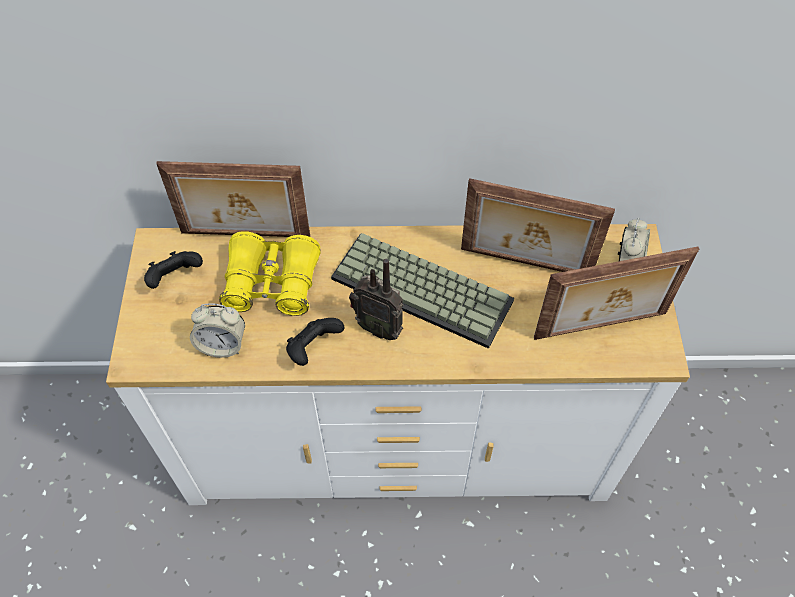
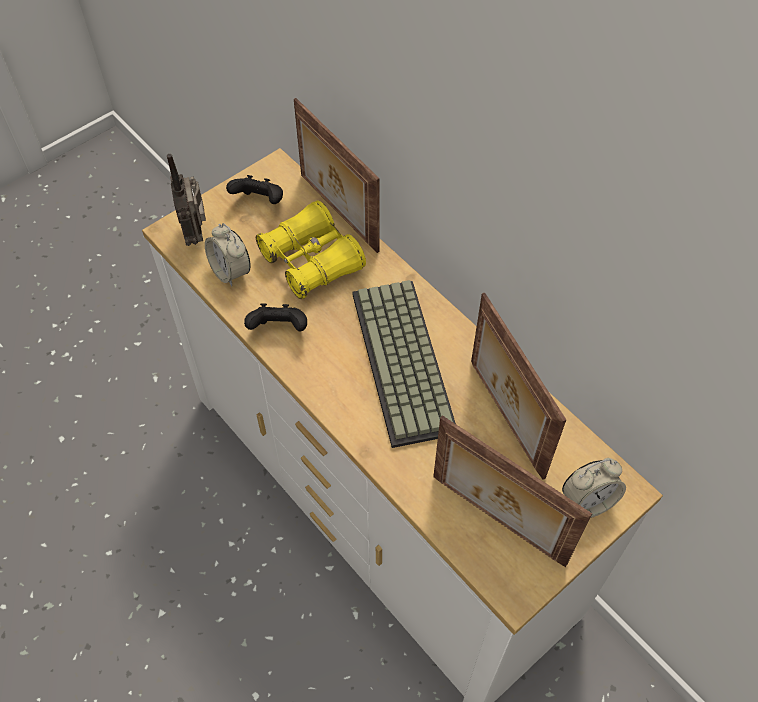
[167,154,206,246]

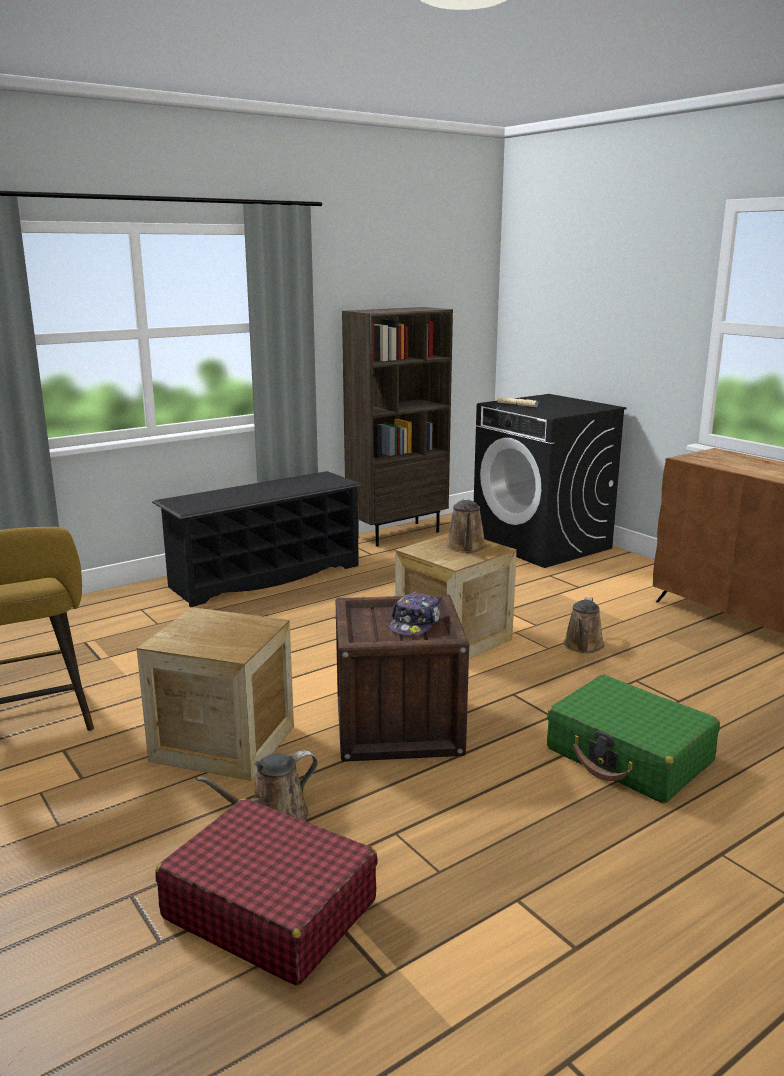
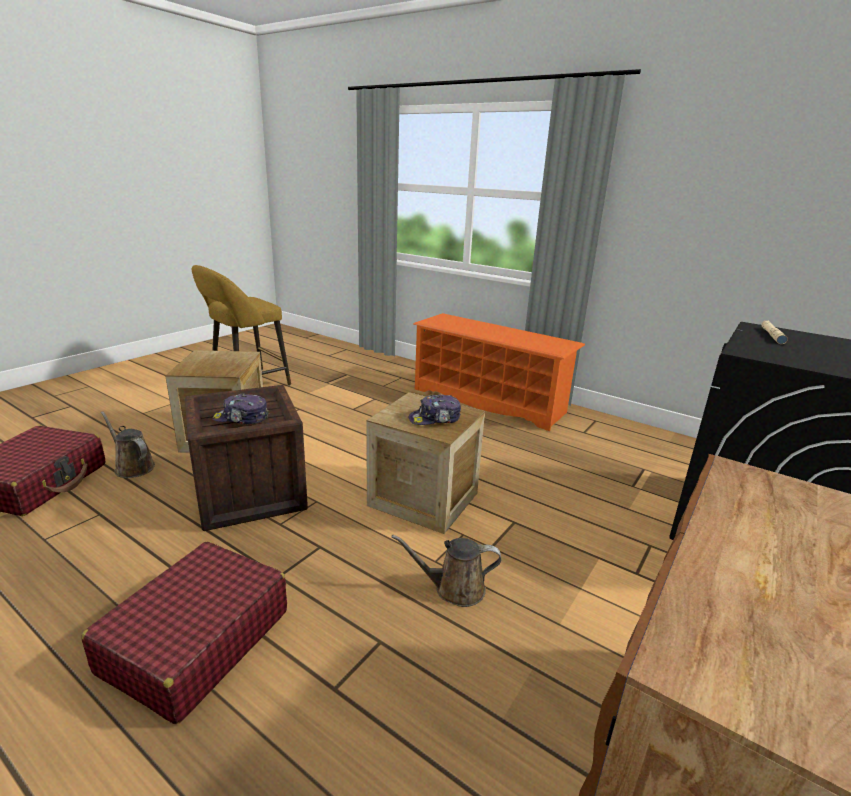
[413,313,585,431]
[342,307,453,547] (first image)
[408,394,461,425]
[81,541,287,724]

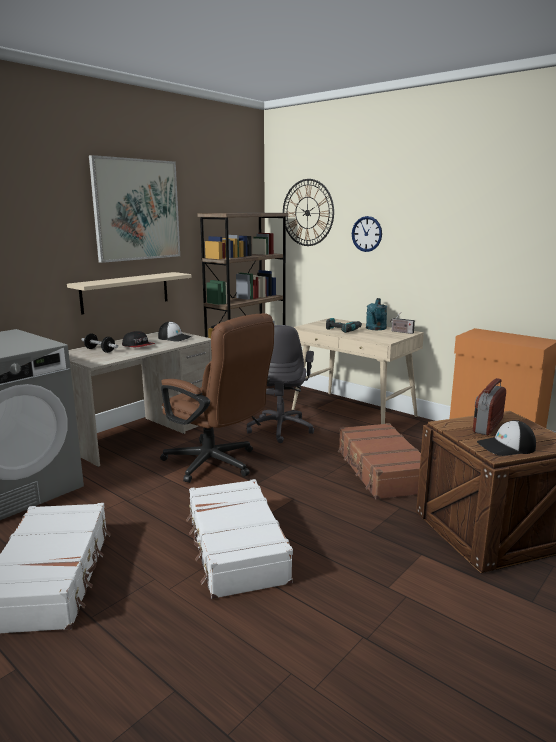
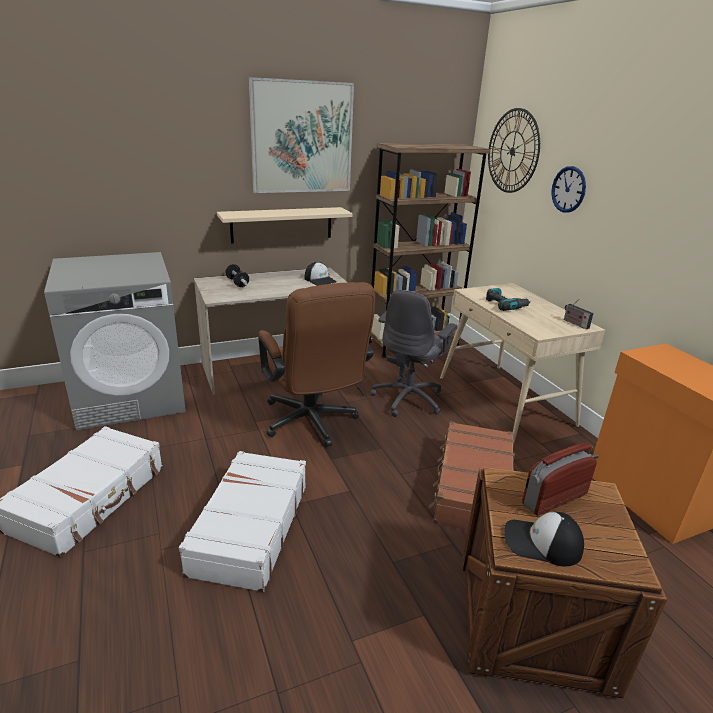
[122,331,155,347] (first image)
[366,298,387,330] (first image)

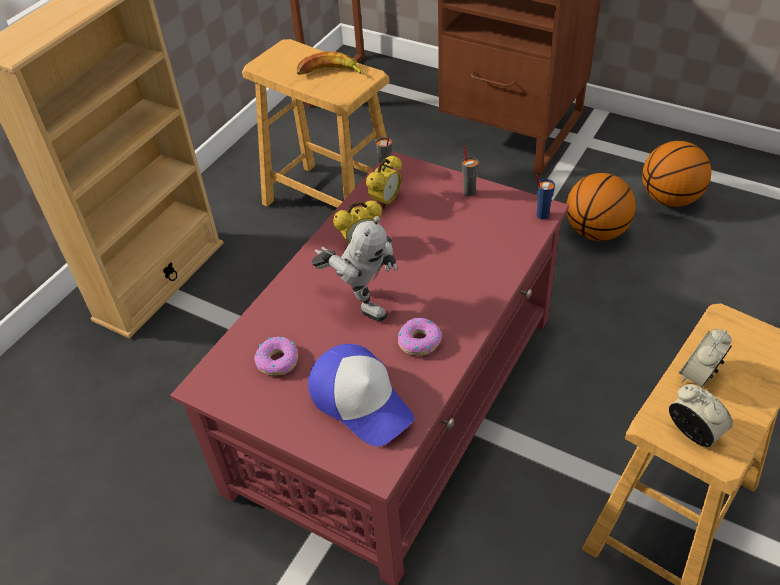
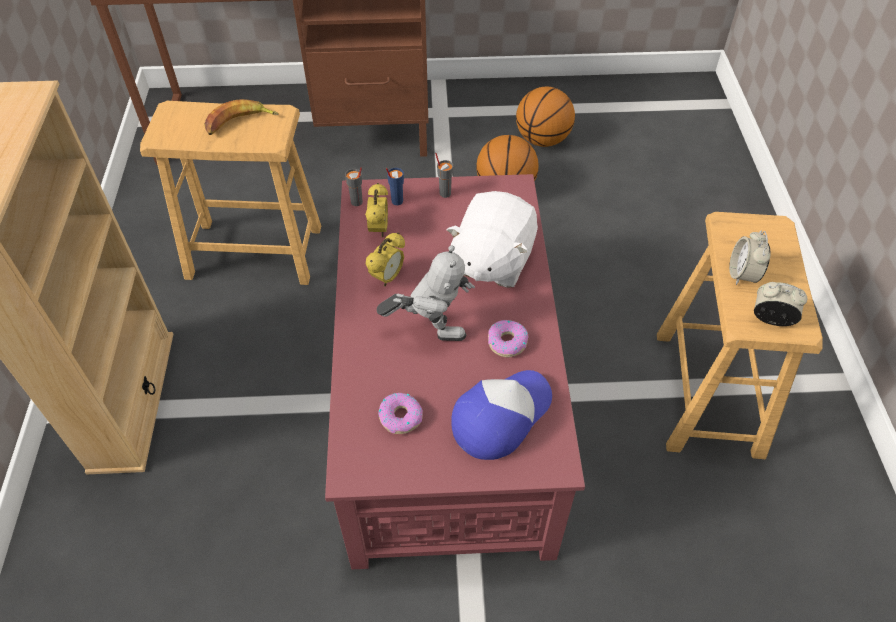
[451,370,552,460]
[386,168,404,205]
[446,191,538,288]

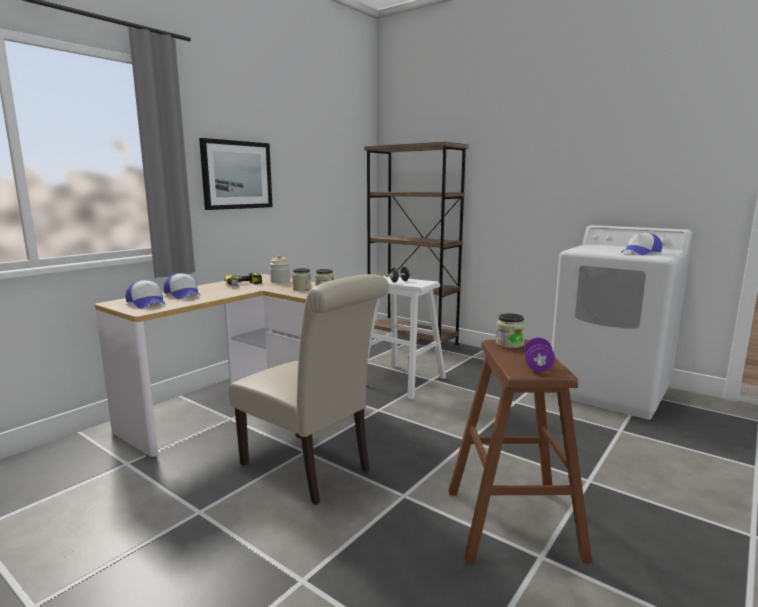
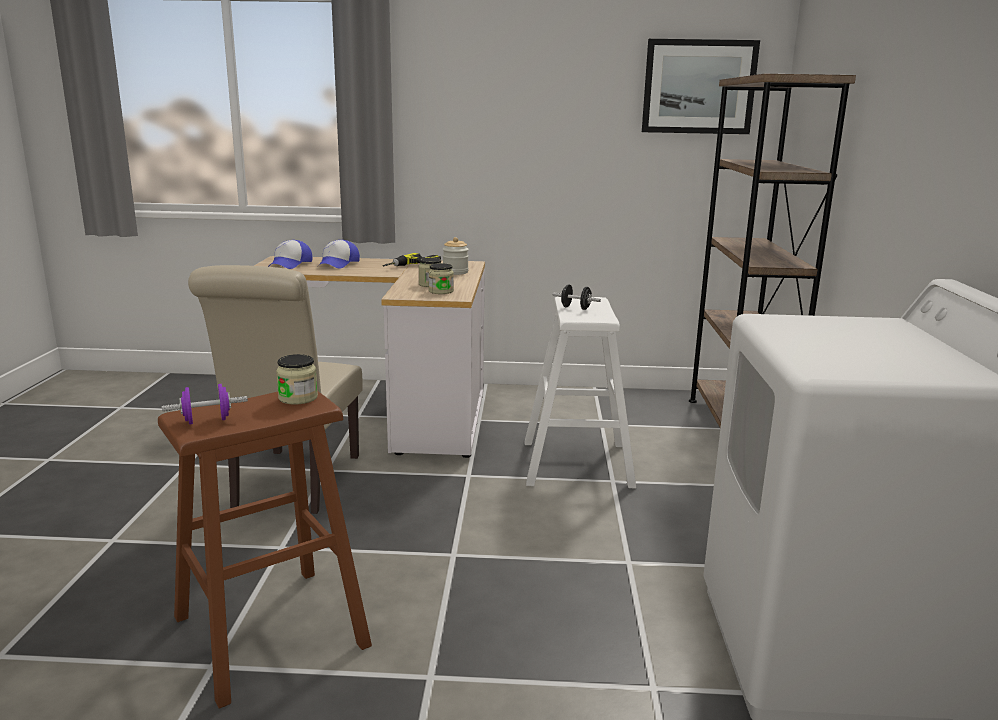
[642,39,760,134]
[621,233,662,255] (first image)

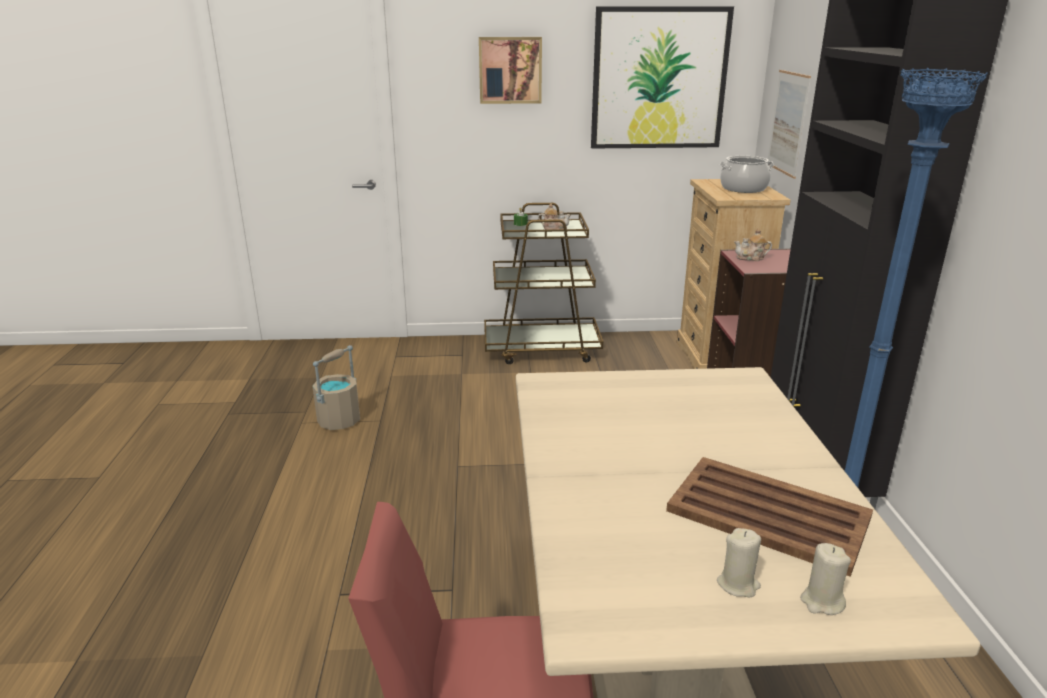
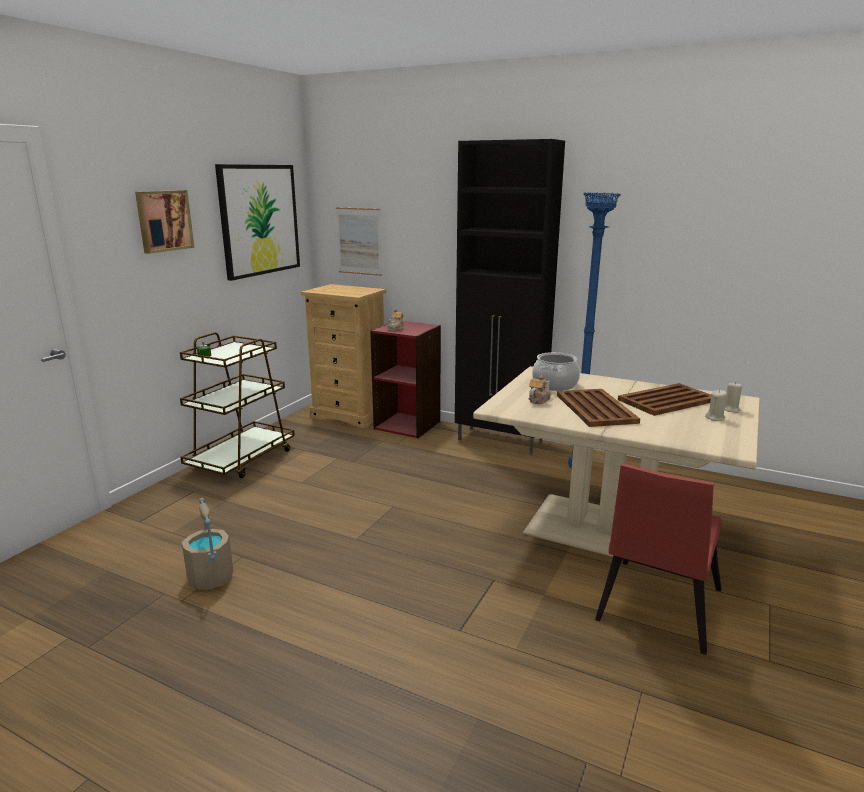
[529,375,551,404]
[532,352,580,391]
[557,389,640,427]

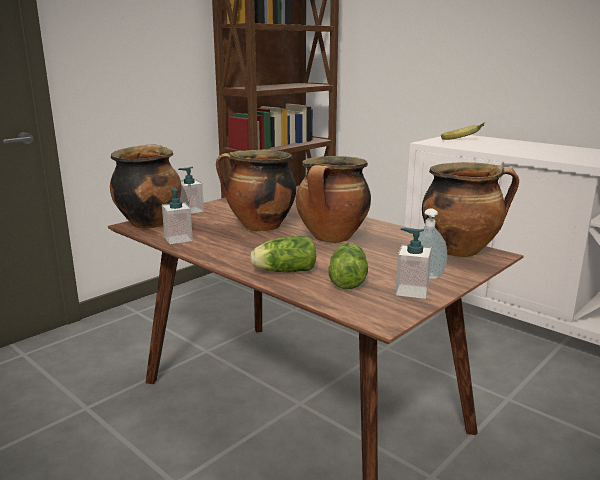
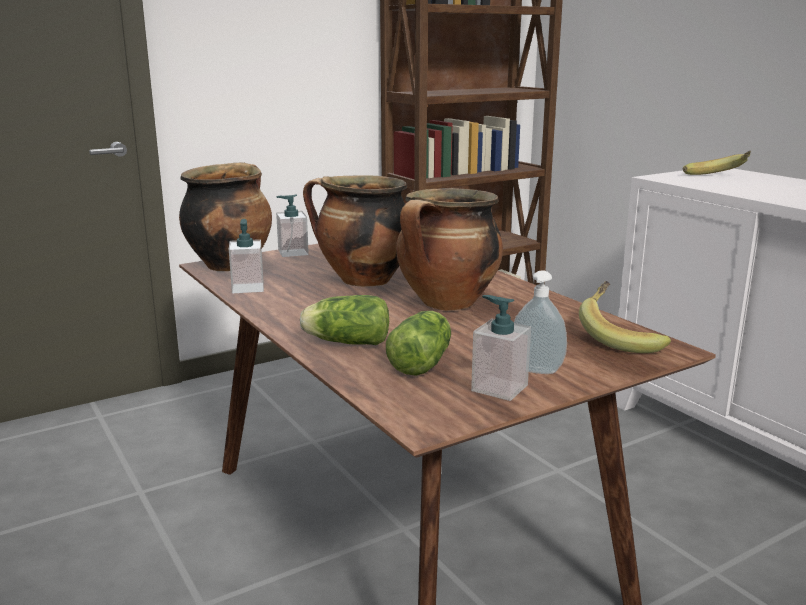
[579,281,671,353]

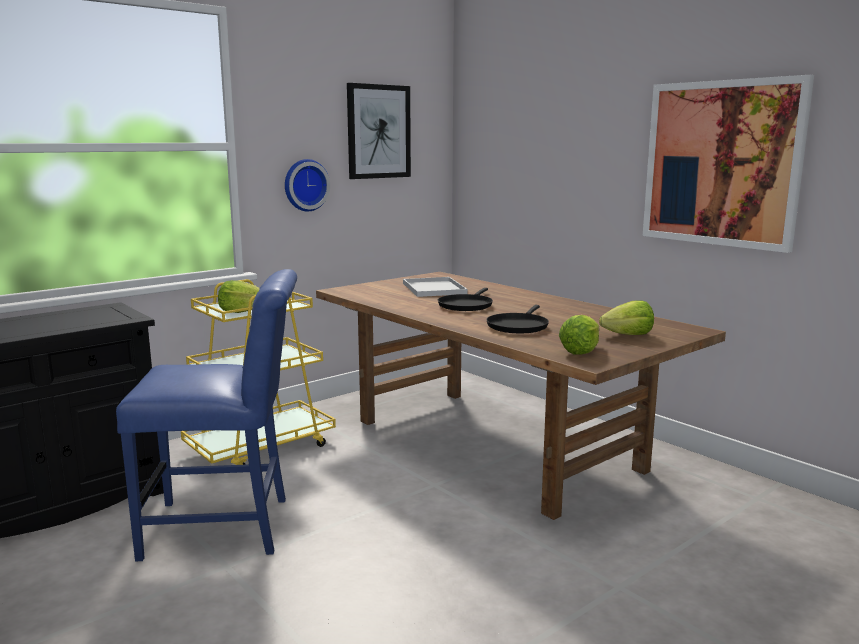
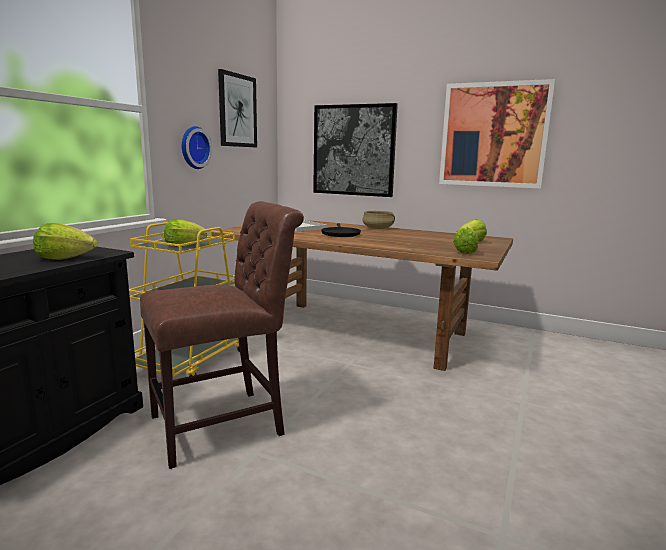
[140,201,304,469]
[486,305,549,333] (first image)
[33,223,97,260]
[313,103,398,197]
[362,211,395,229]

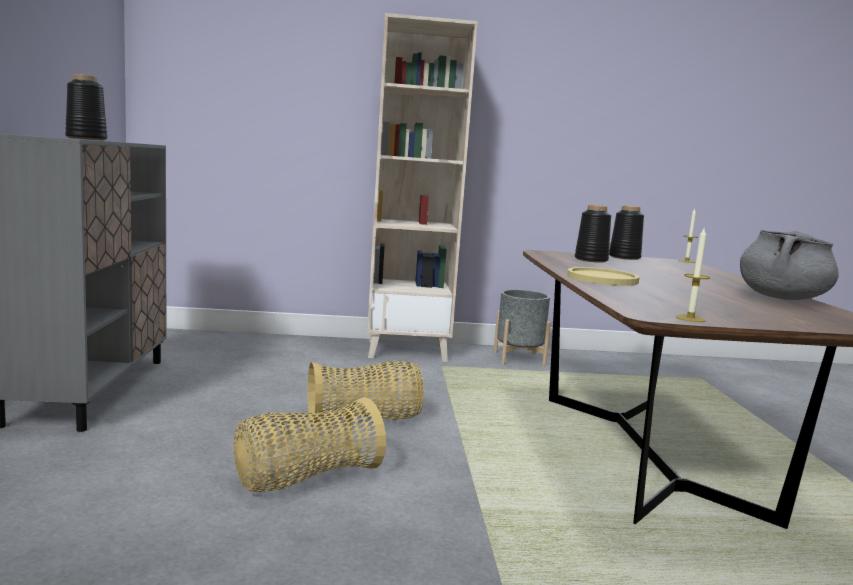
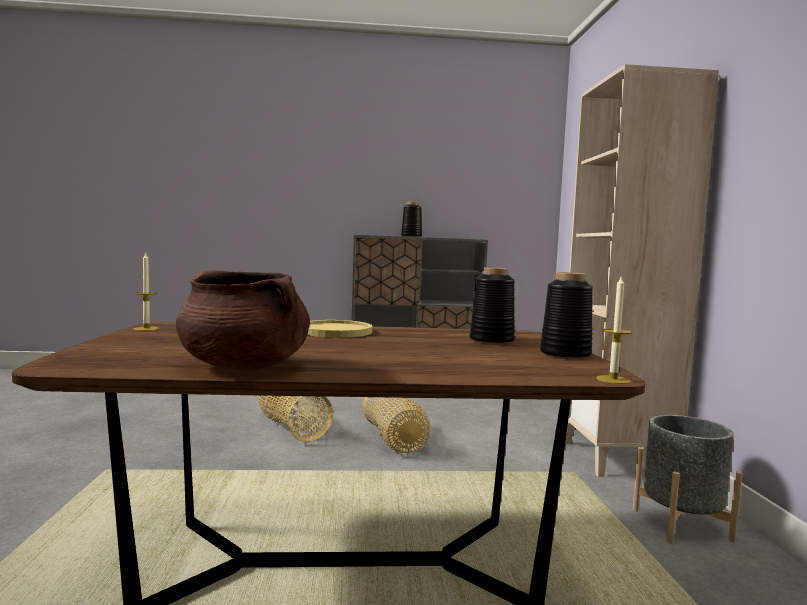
[176,270,310,370]

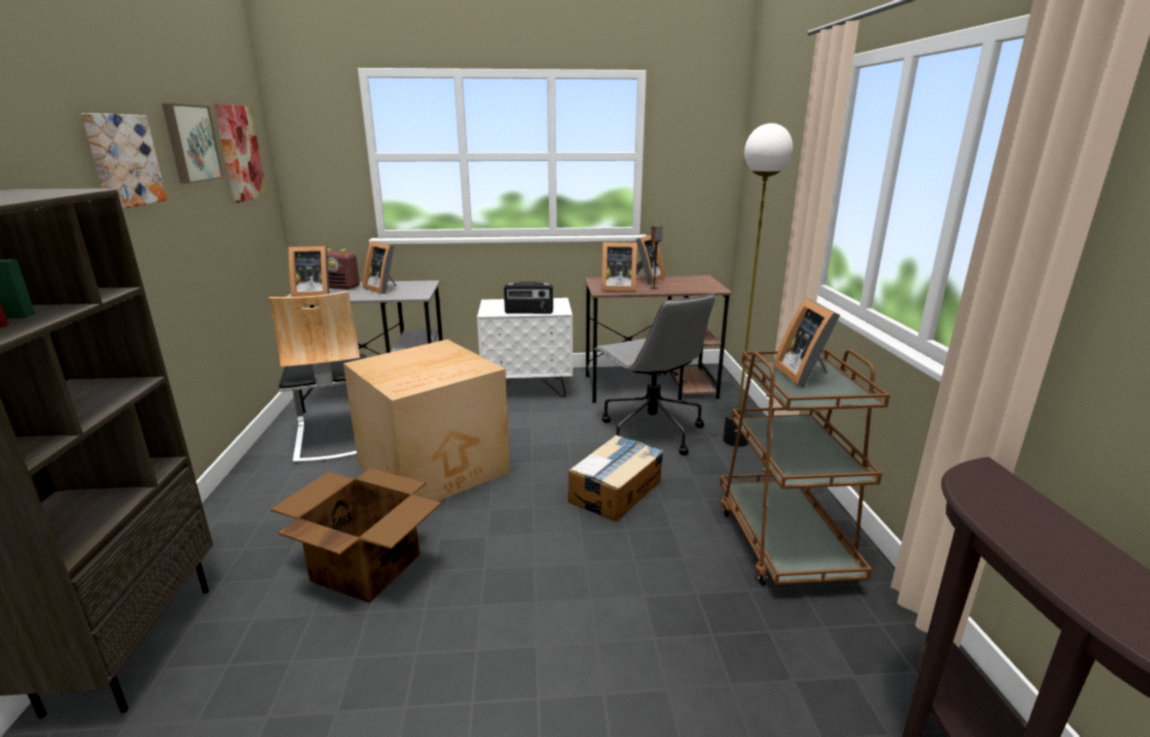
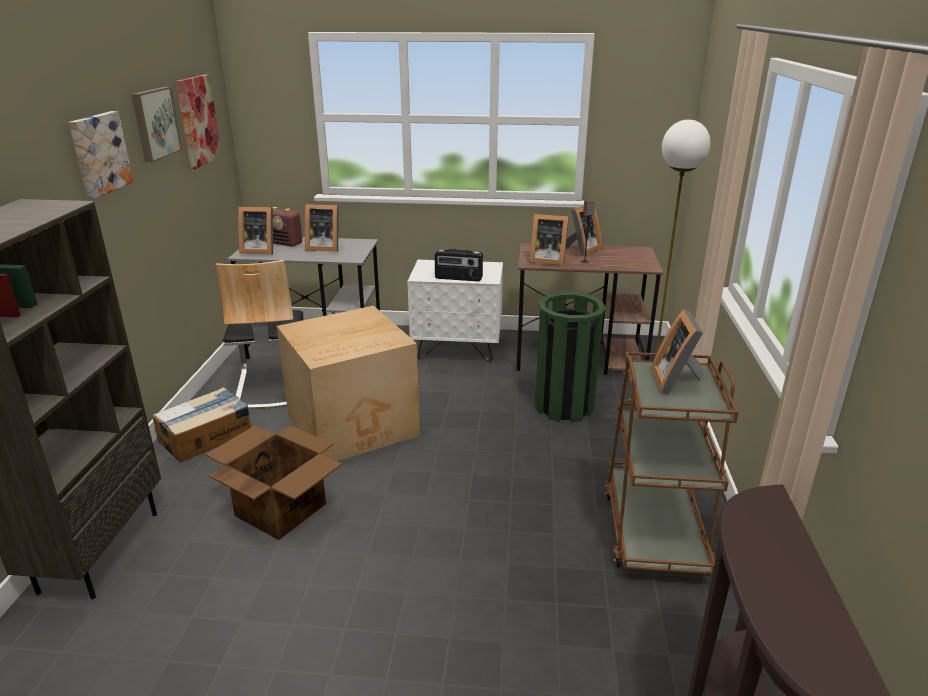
[305,204,339,252]
[152,387,251,462]
[535,292,606,423]

